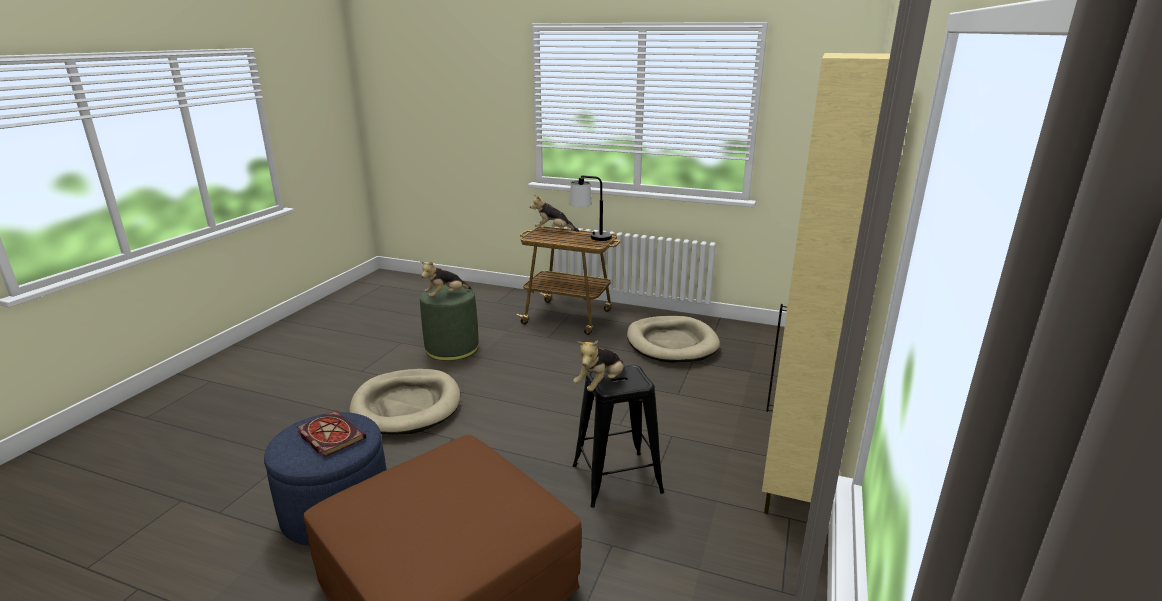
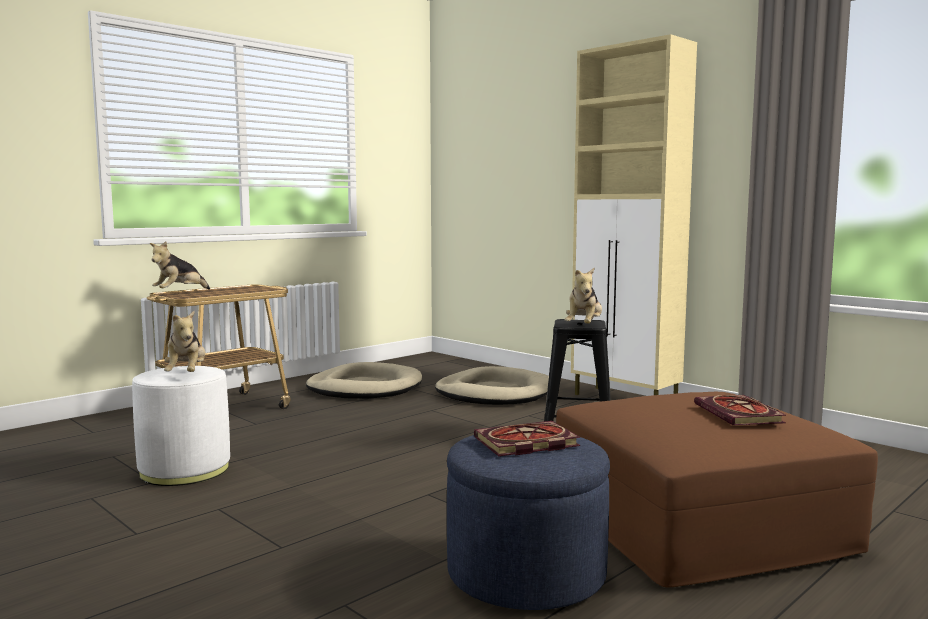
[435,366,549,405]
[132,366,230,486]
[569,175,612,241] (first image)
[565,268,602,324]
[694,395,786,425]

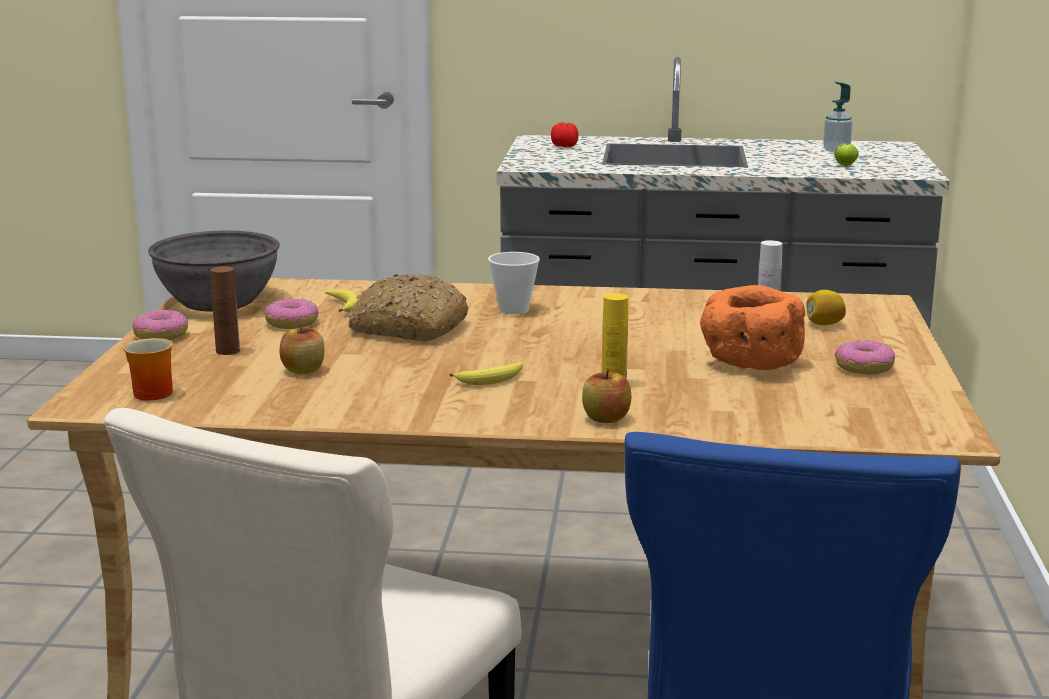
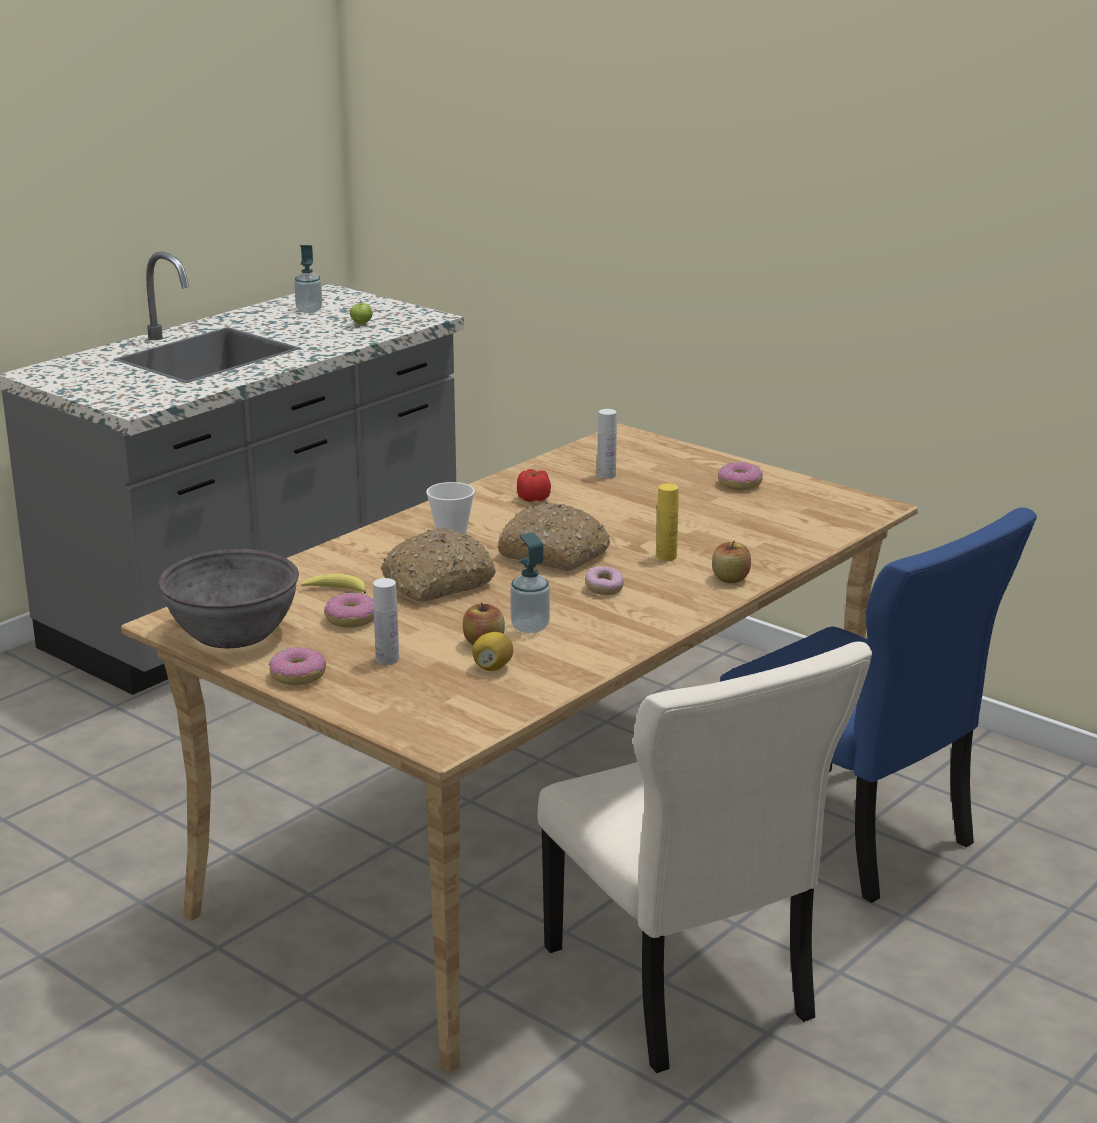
[124,338,173,400] (first image)
[373,578,399,665]
[585,566,624,595]
[517,469,551,502]
[700,285,805,370] (first image)
[472,632,513,671]
[497,503,610,571]
[510,532,550,633]

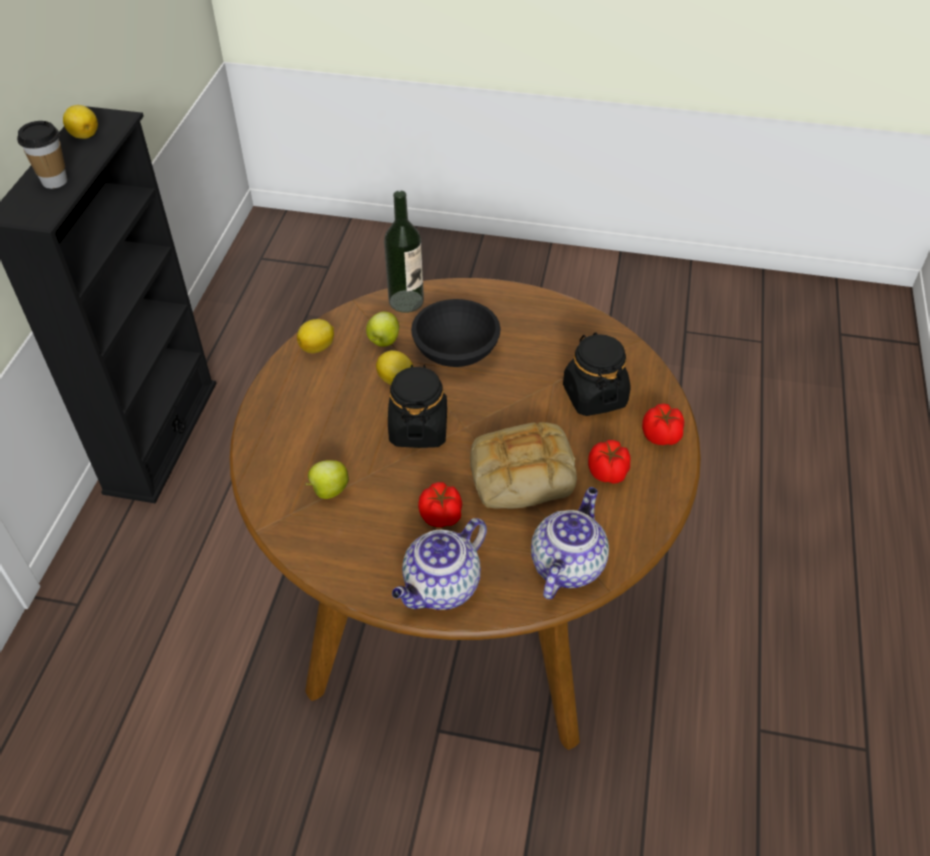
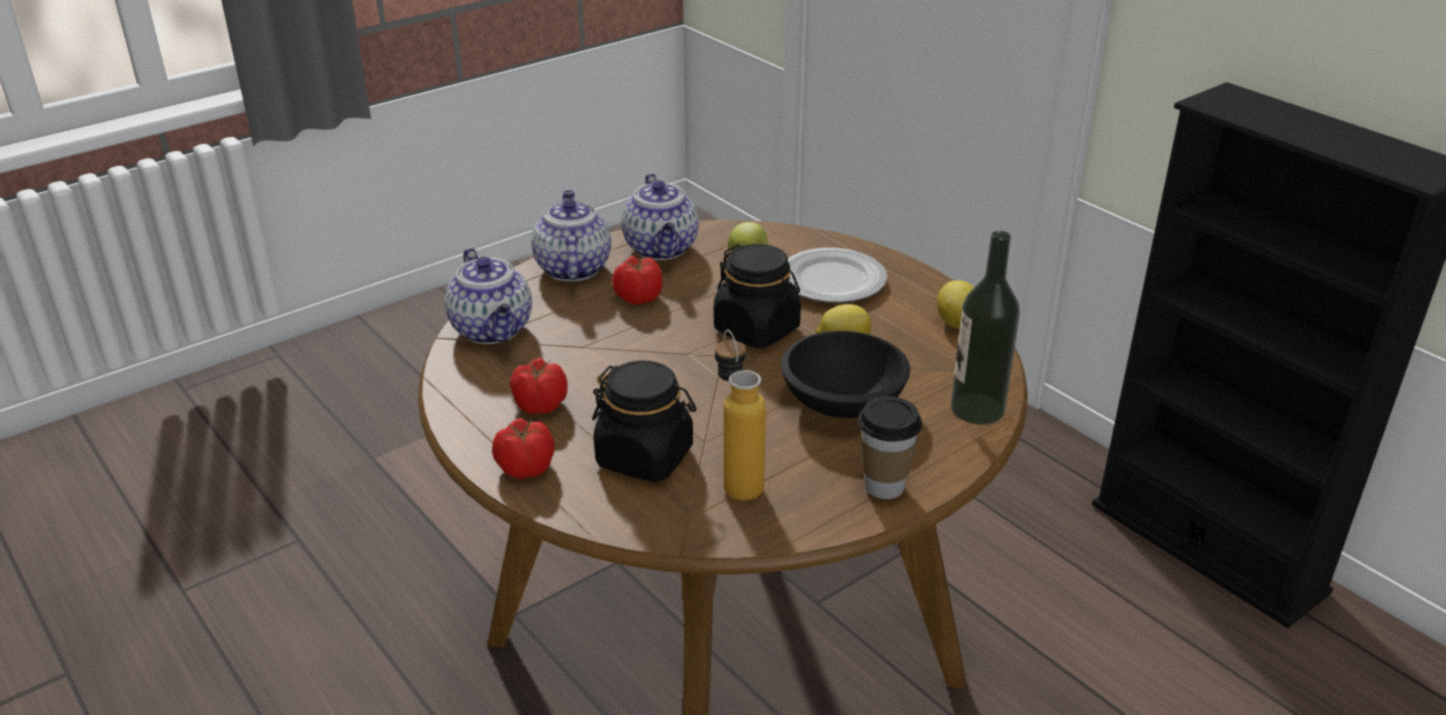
[858,396,922,499]
[63,105,98,139] (first image)
[366,311,399,347] (first image)
[470,422,577,508] (first image)
[622,173,699,260]
[715,329,766,501]
[788,248,887,303]

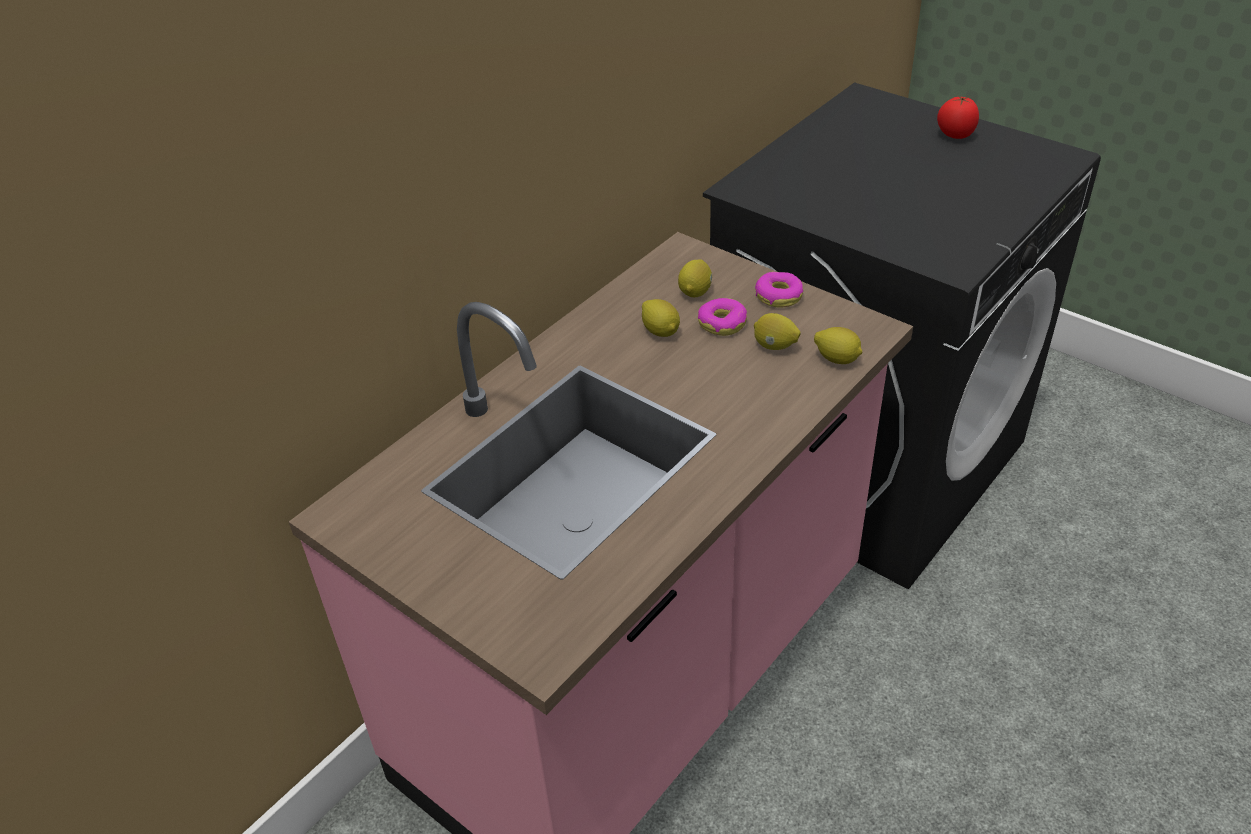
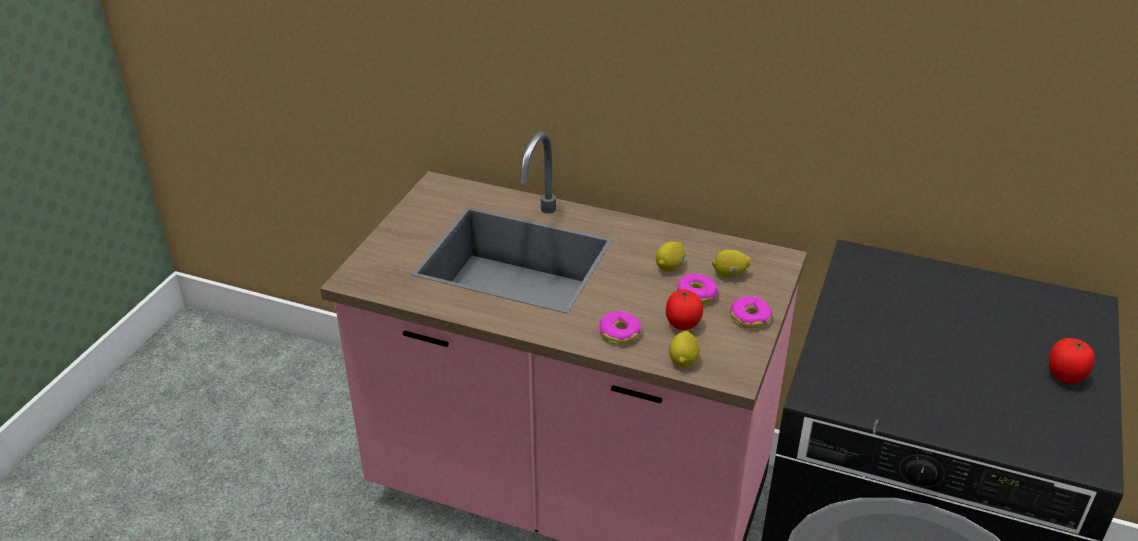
[666,289,703,330]
[599,311,641,345]

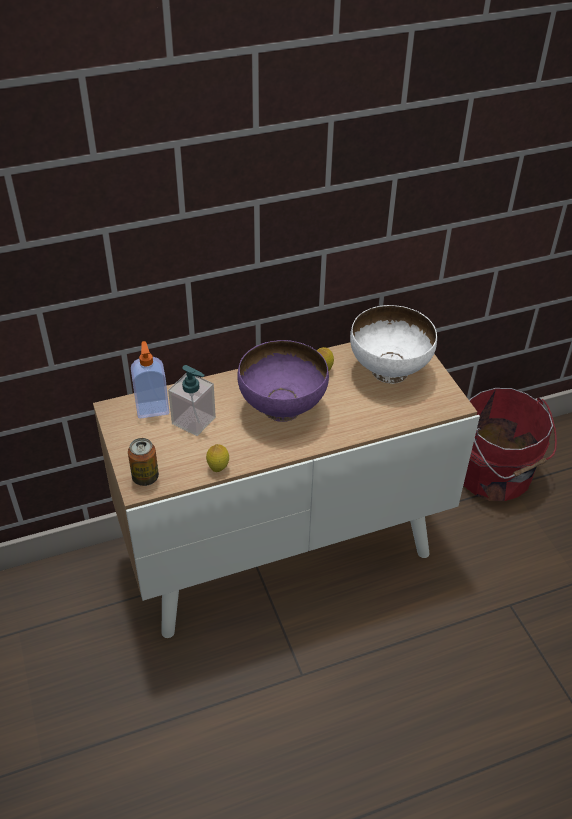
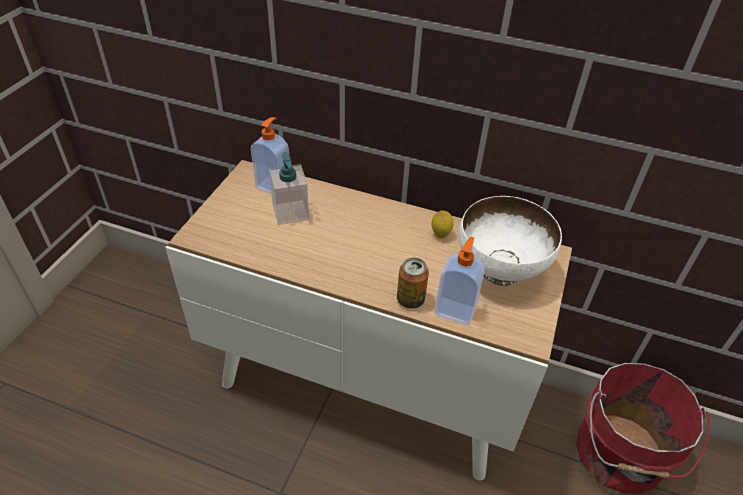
[397,258,429,309]
[206,444,229,472] (first image)
[237,340,329,422] (first image)
[434,237,485,325]

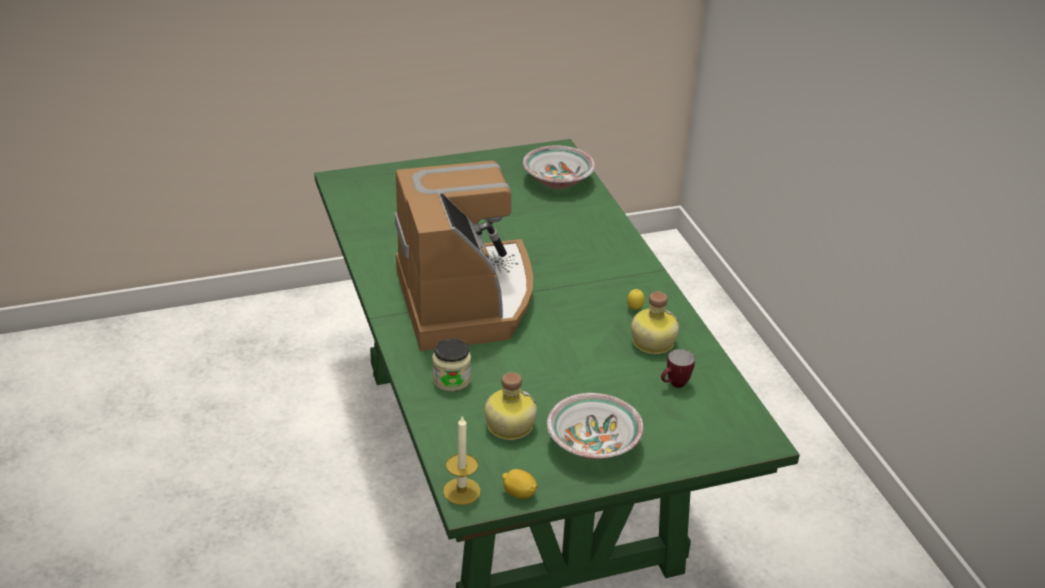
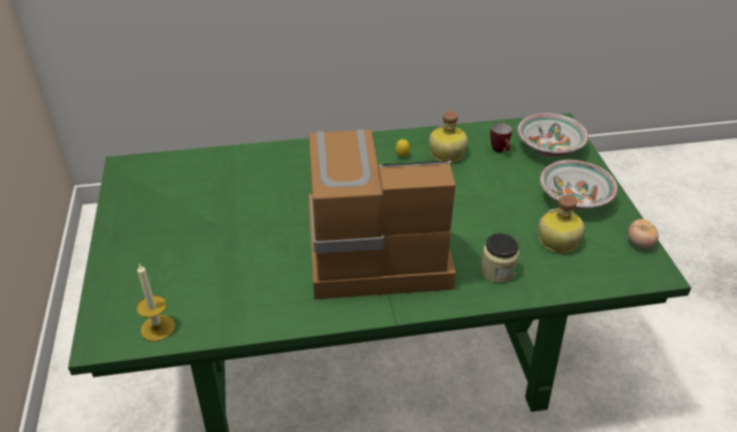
[137,263,175,341]
[628,219,659,249]
[518,113,588,157]

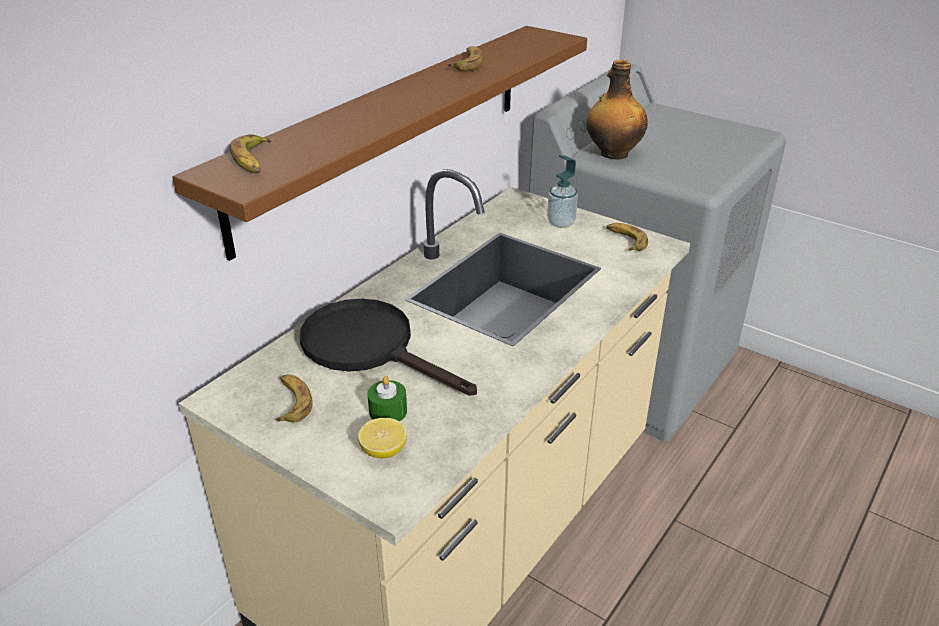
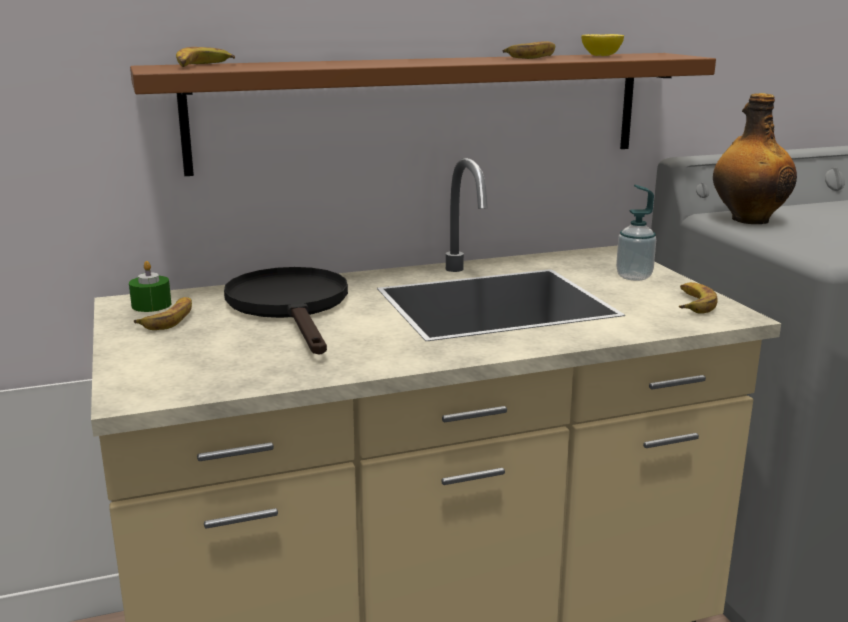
[581,34,624,56]
[129,261,171,312]

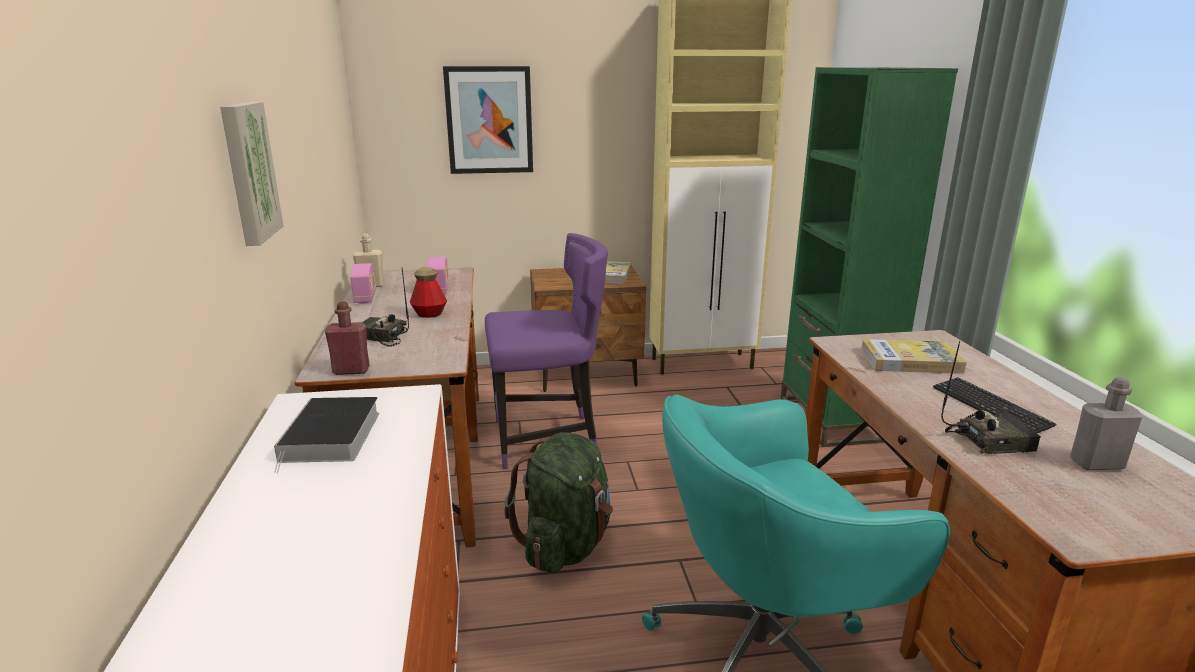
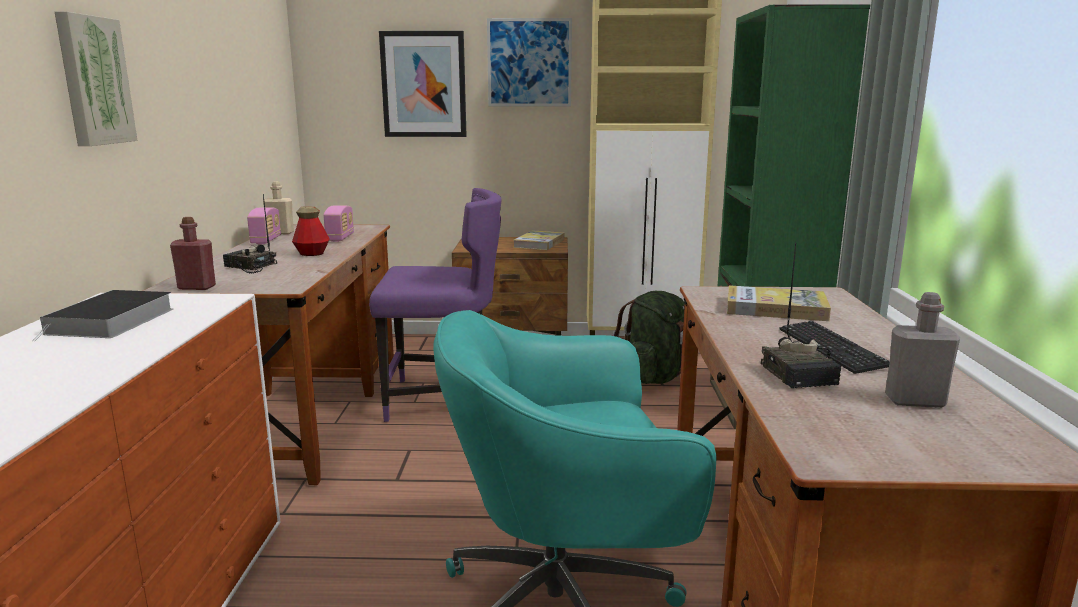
[612,291,685,384]
[761,243,841,388]
[487,18,572,106]

